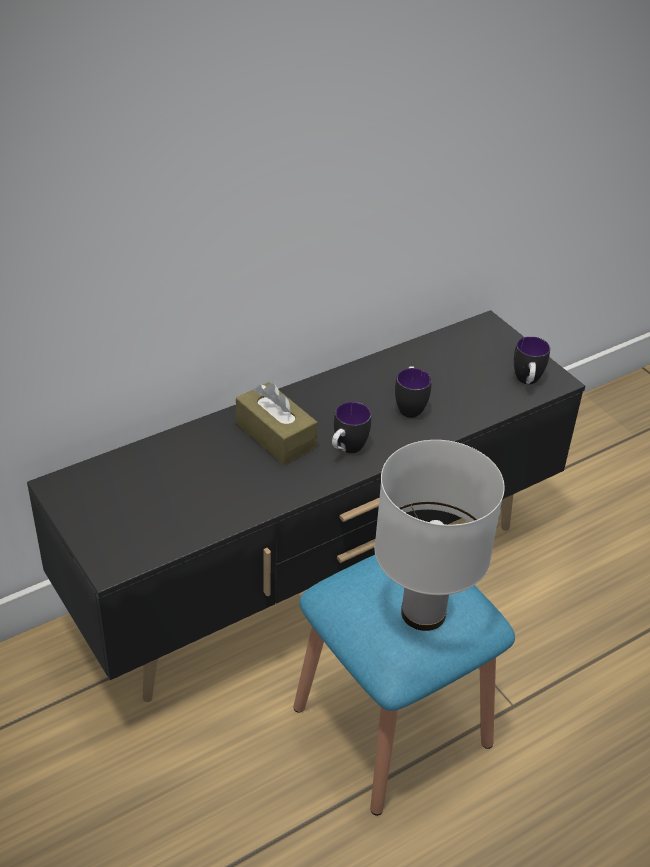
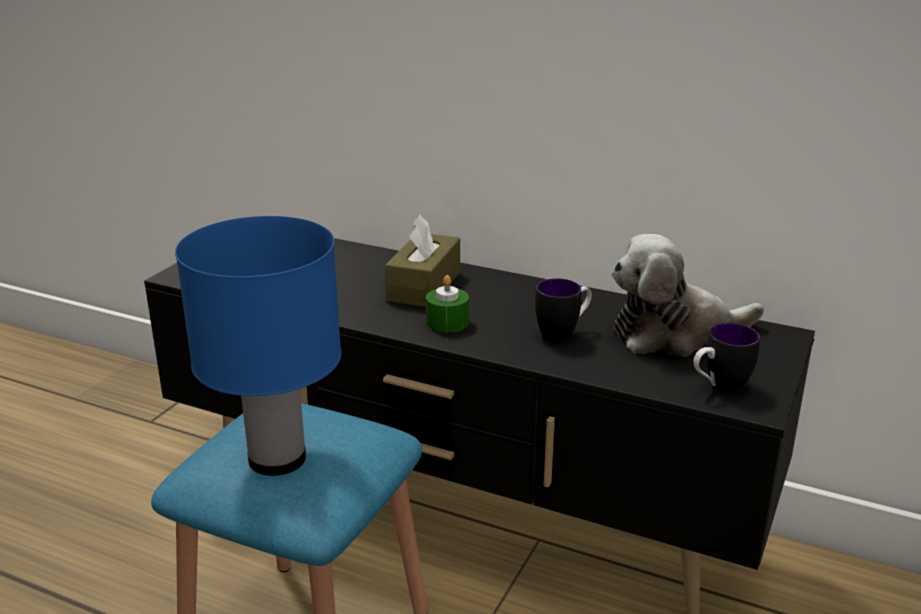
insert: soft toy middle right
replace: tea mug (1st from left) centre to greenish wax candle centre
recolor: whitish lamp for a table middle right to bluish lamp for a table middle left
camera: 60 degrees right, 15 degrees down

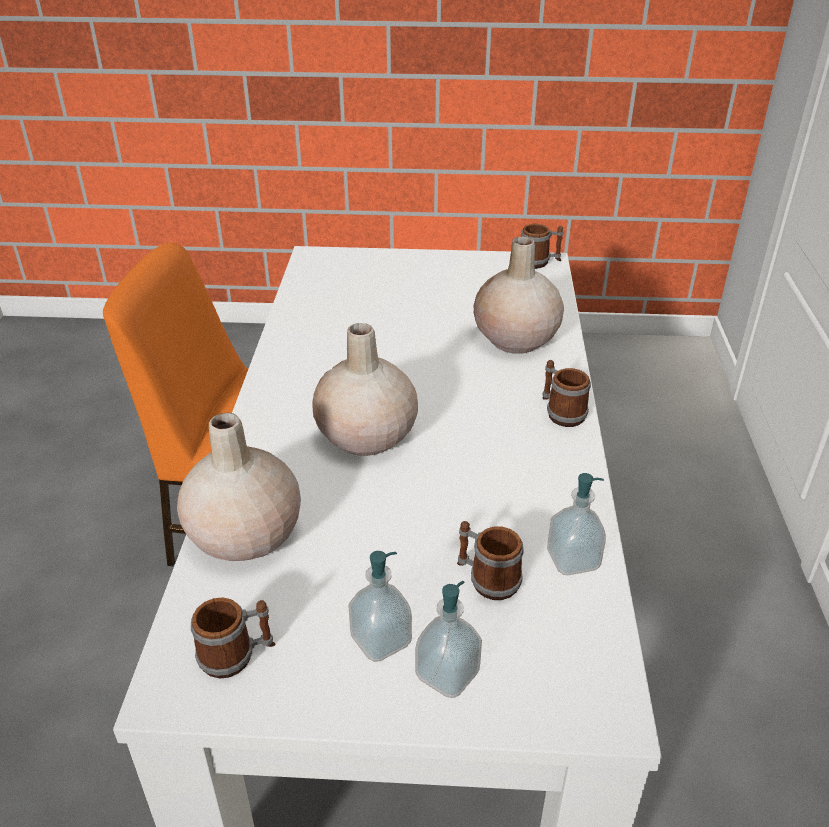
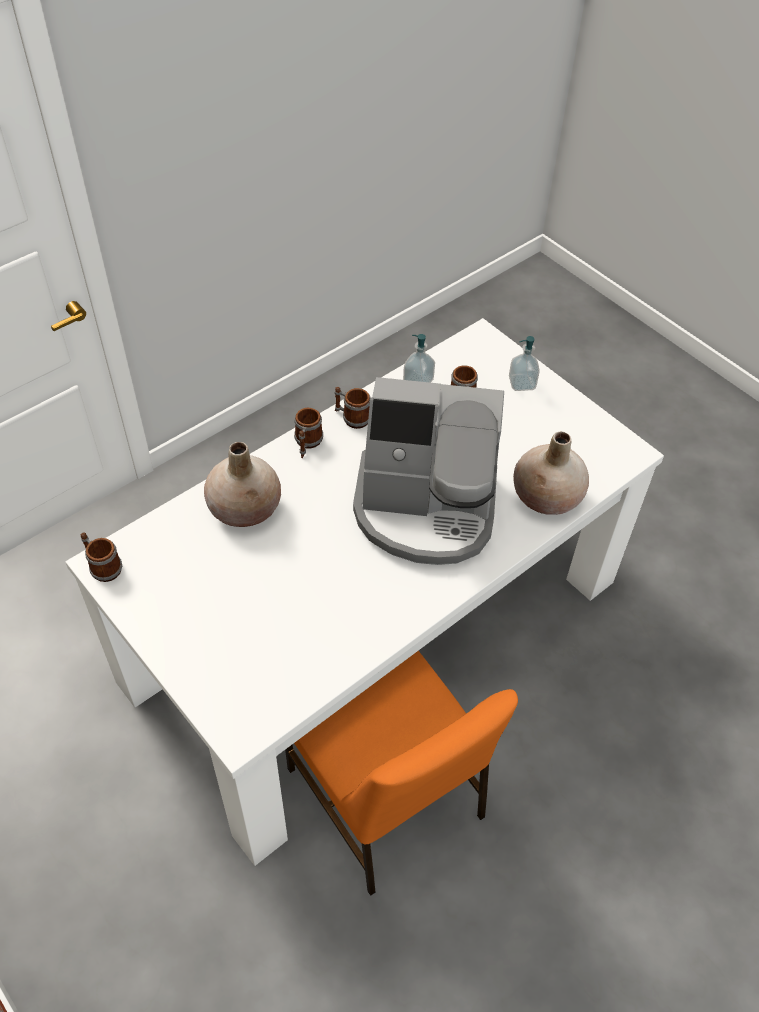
delete: soap dispenser (1st from left) bottom centre
move: tea mug (1st from left in the first image) bottom left to tea mug (3rd from left) centre
replace: beige decorative vase (2nd from left) centre to coffee machine centre
camera: 135 degrees left, 15 degrees up

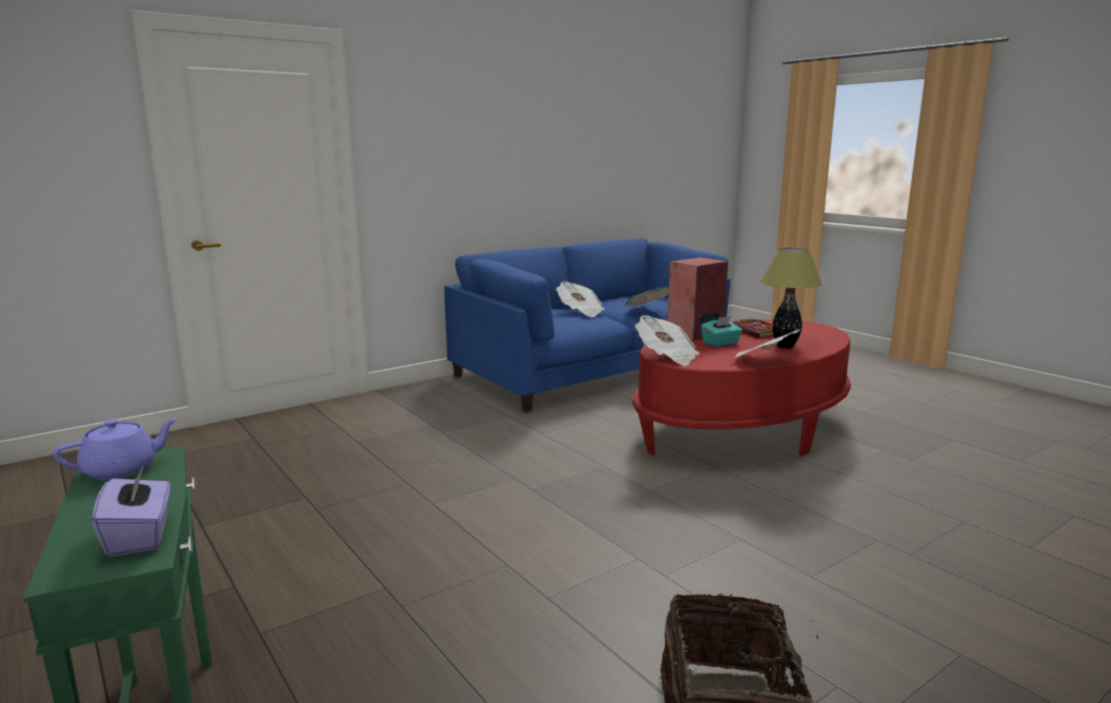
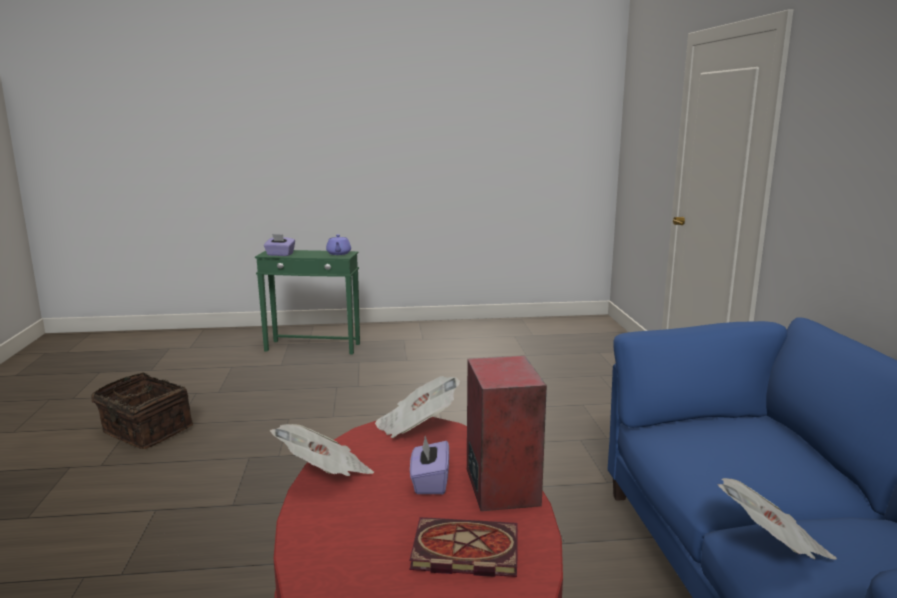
delete: newspaper (1st from left) centre; lamp for a table middle right
recolor: turquoise-coloured tissue box centre to purplish tissue box (2nd from left) bottom centre
camera: 120 degrees right, 0 degrees up

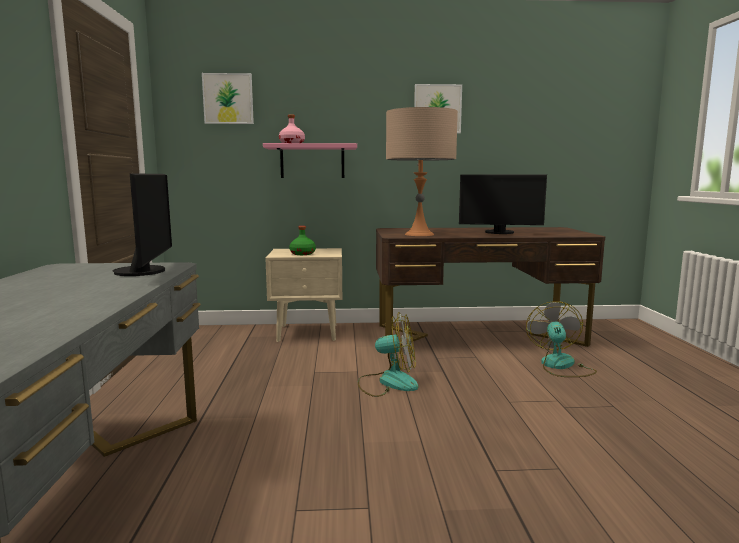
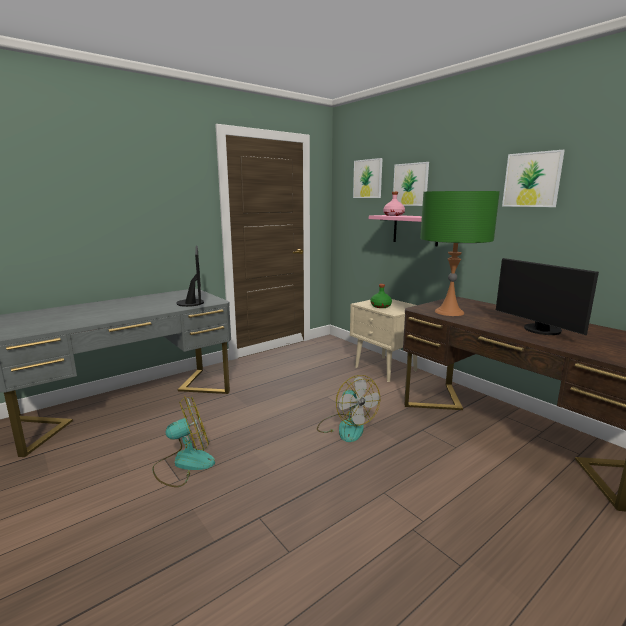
insert: wall picture (2nd from left) top centre
move: electric fan (2nd from left in the first image) middle right to electric fan (1st from left) bottom left
recolor: beige lamp for a table top centre to greenish lamp for a table middle right
rotate: computer screen (1st from left) middle left = middle left 60 degrees counterclockwise
camera: 55 degrees right, 5 degrees up

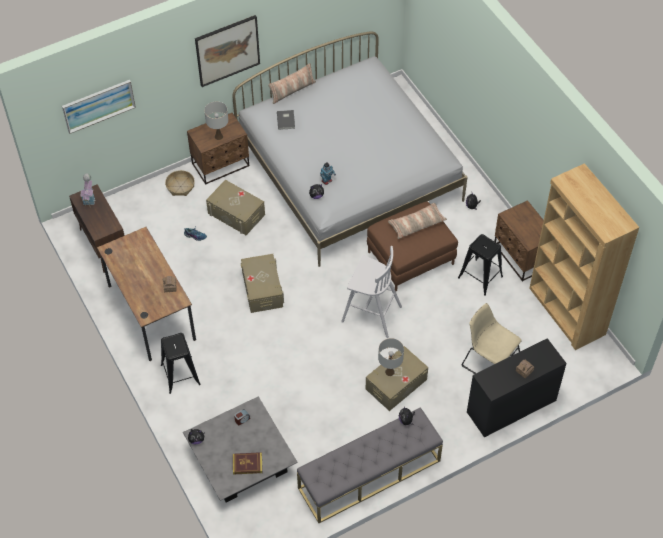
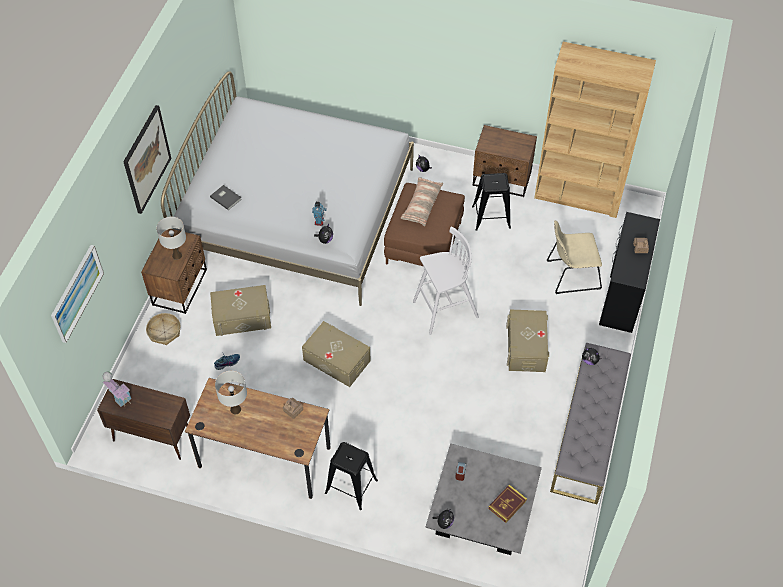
delete: cushion (1st from left) top centre
move: whitish lamp for a table (2nd from left) centre to bottom left
camera: 45 degrees left, 0 degrees up

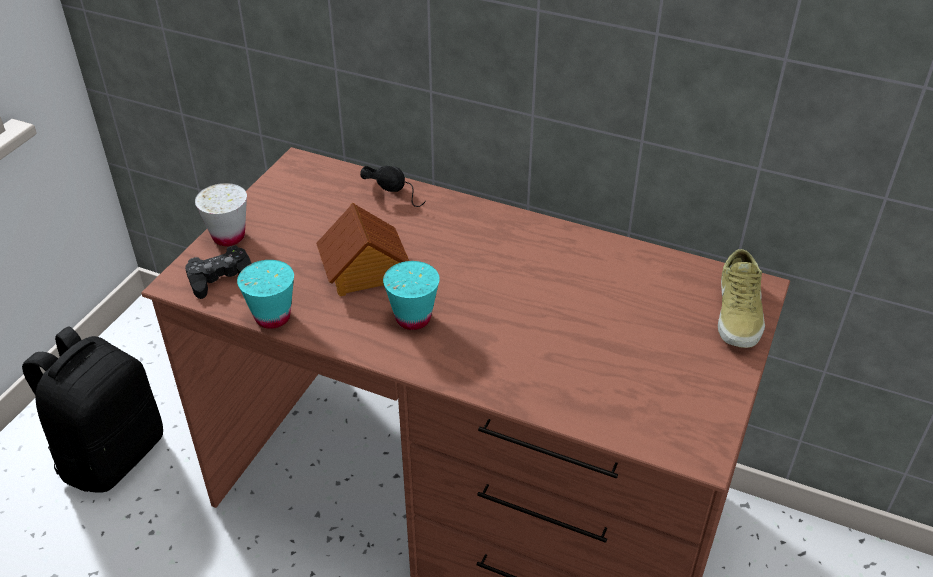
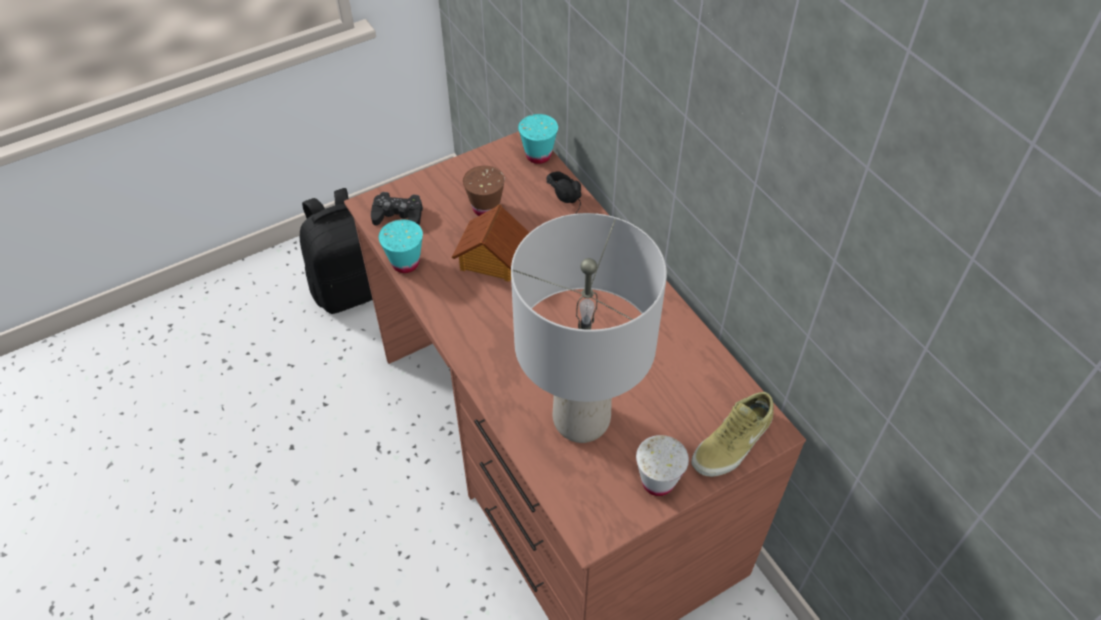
insert: brown-coloured drinking cup top centre; greyish lamp for a table centre
move: whitish drinking cup middle left to bottom centre; turquoise-coloured drinking cup (2nd from left) centre to top centre
camera: 35 degrees right, 10 degrees up

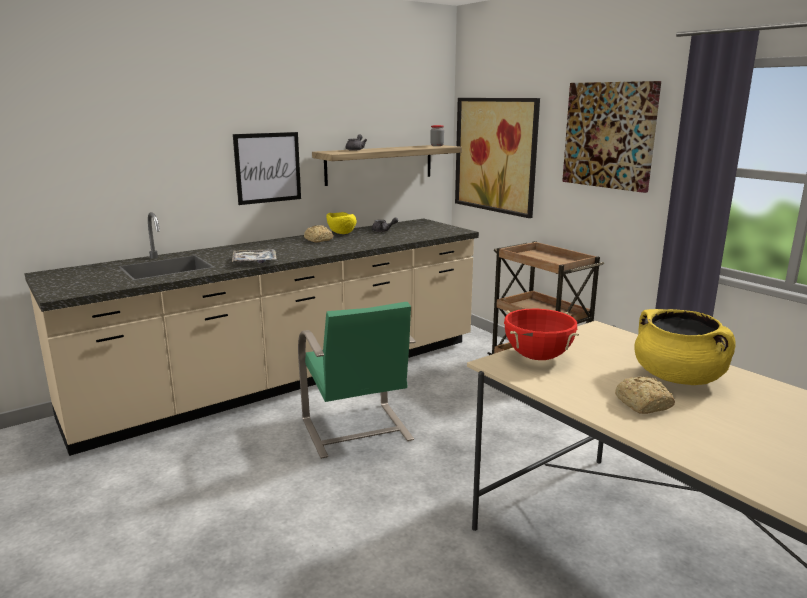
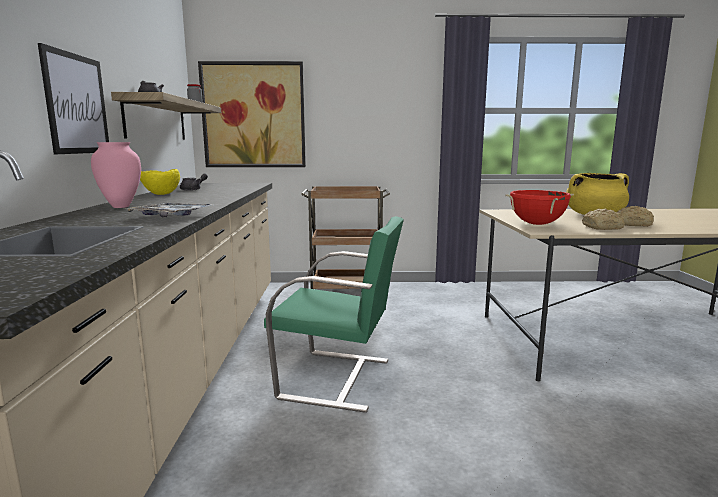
delete: wall picture (3rd from left) top right
insert: pink decorative vase middle left
move: bread (1st from left) centre to middle right
camera: 55 degrees left, 5 degrees down

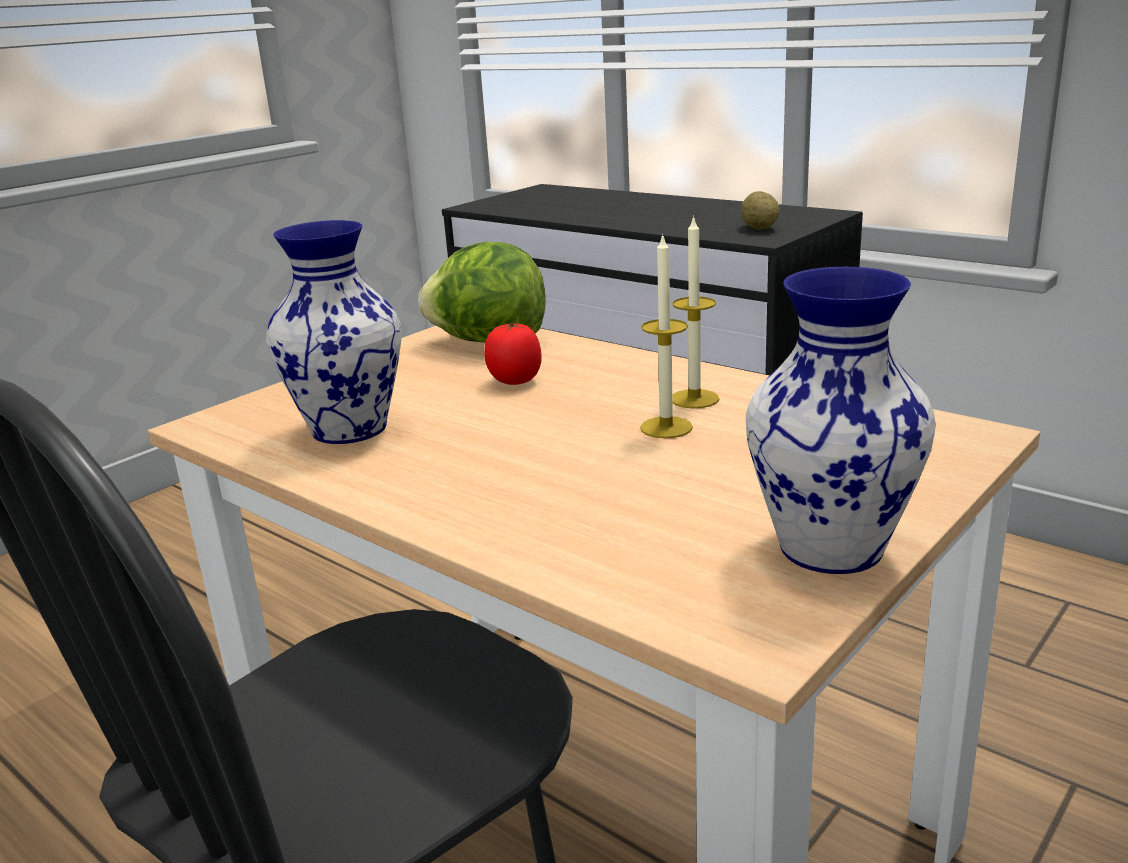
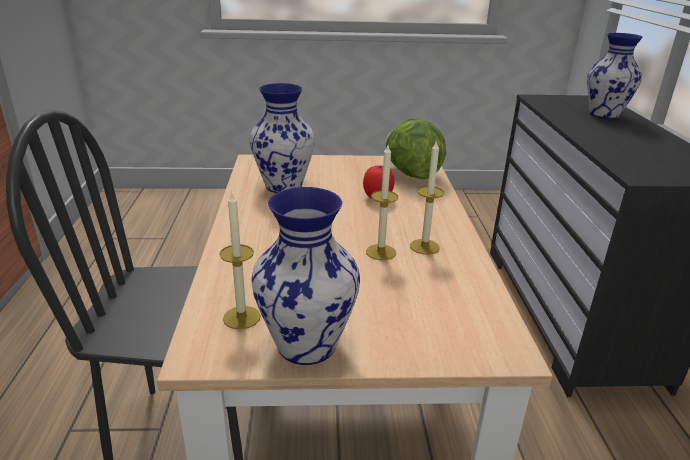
delete: whole potato top right
insert: wax candle (1st from left) centre; decorative vase (3rd from left) top right
camera: 45 degrees right, 5 degrees up

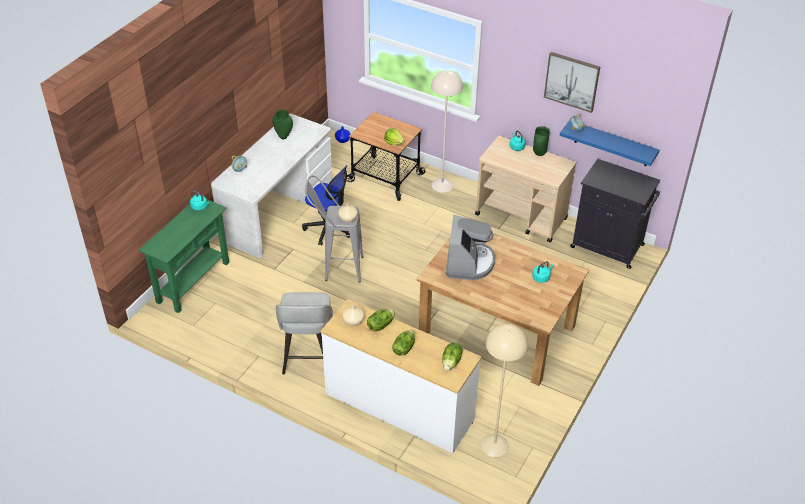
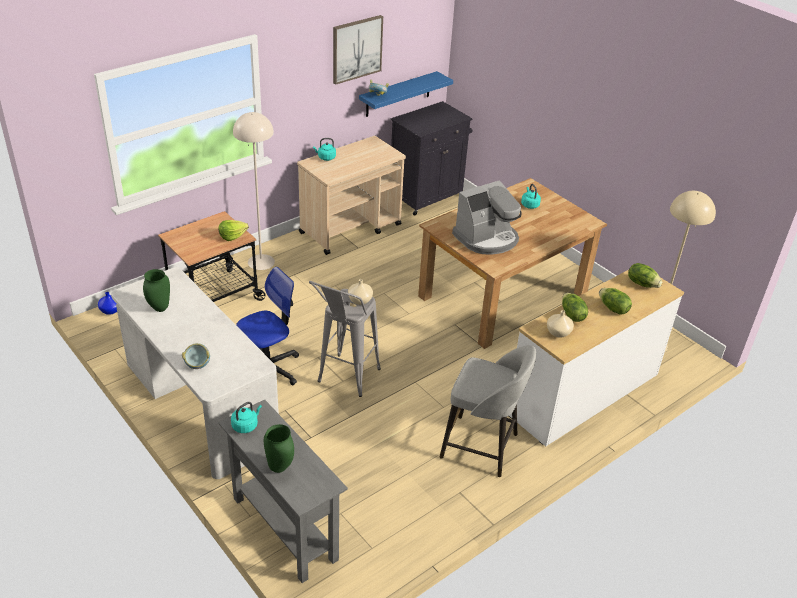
move: greenish decorative vase (2nd from left) top right to bottom centre
recolor: greenish console table middle left to greyish console table bottom centre
rotate: coffee machine centre = centre 120 degrees clockwise
camera: 70 degrees left, 5 degrees down

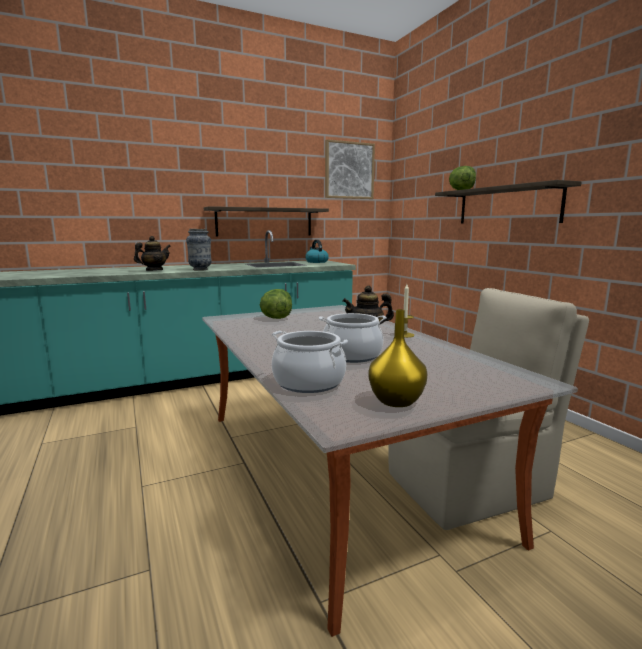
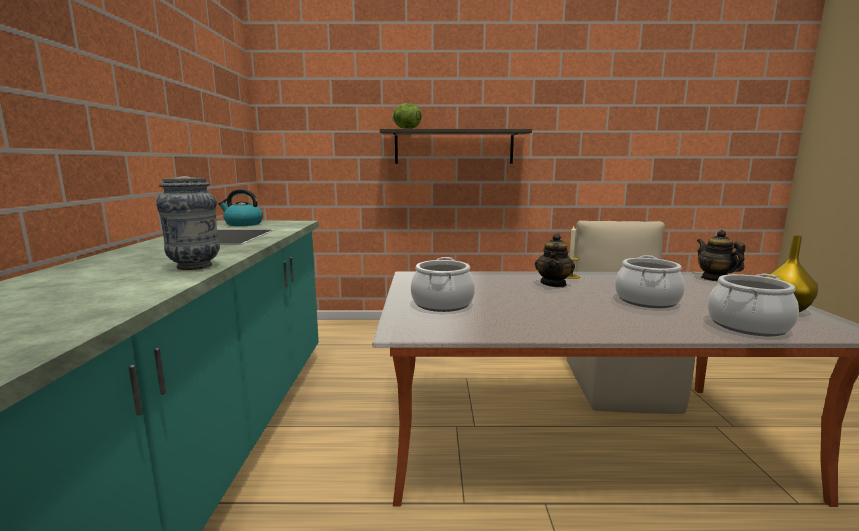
delete: wall shelf (1st from left) centre; wall picture top centre
move: teapot (1st from left in the first image) middle left to teapot (2nd from left) middle right
replace: lettuce head (1st from left) centre to stockpot (1st from left) centre
camera: 65 degrees left, 0 degrees up

